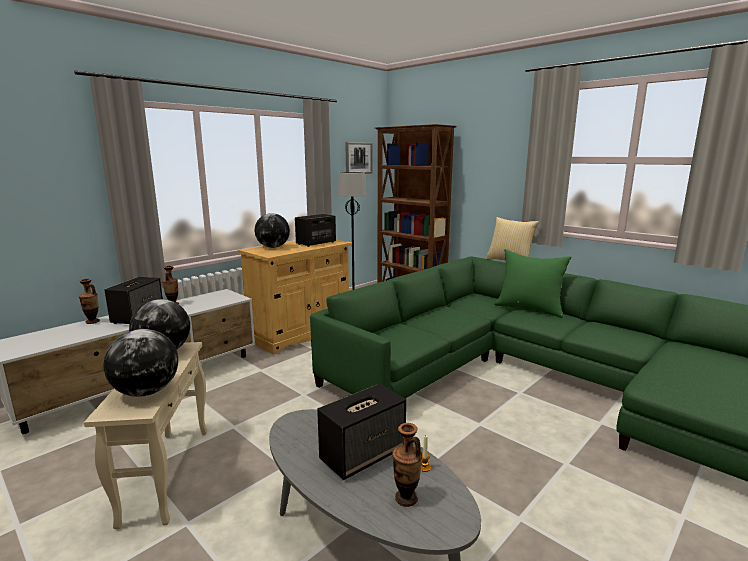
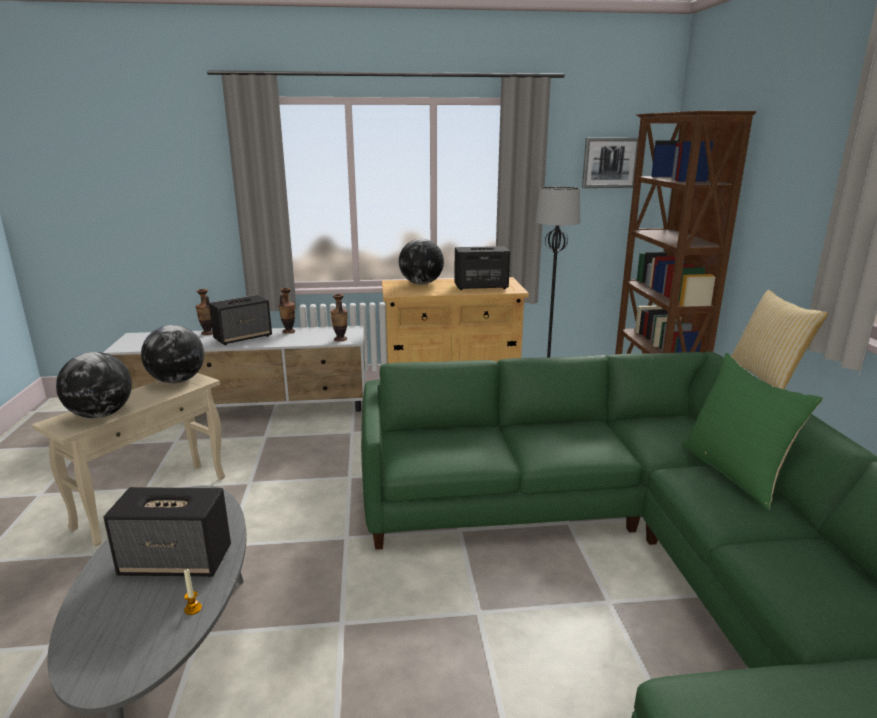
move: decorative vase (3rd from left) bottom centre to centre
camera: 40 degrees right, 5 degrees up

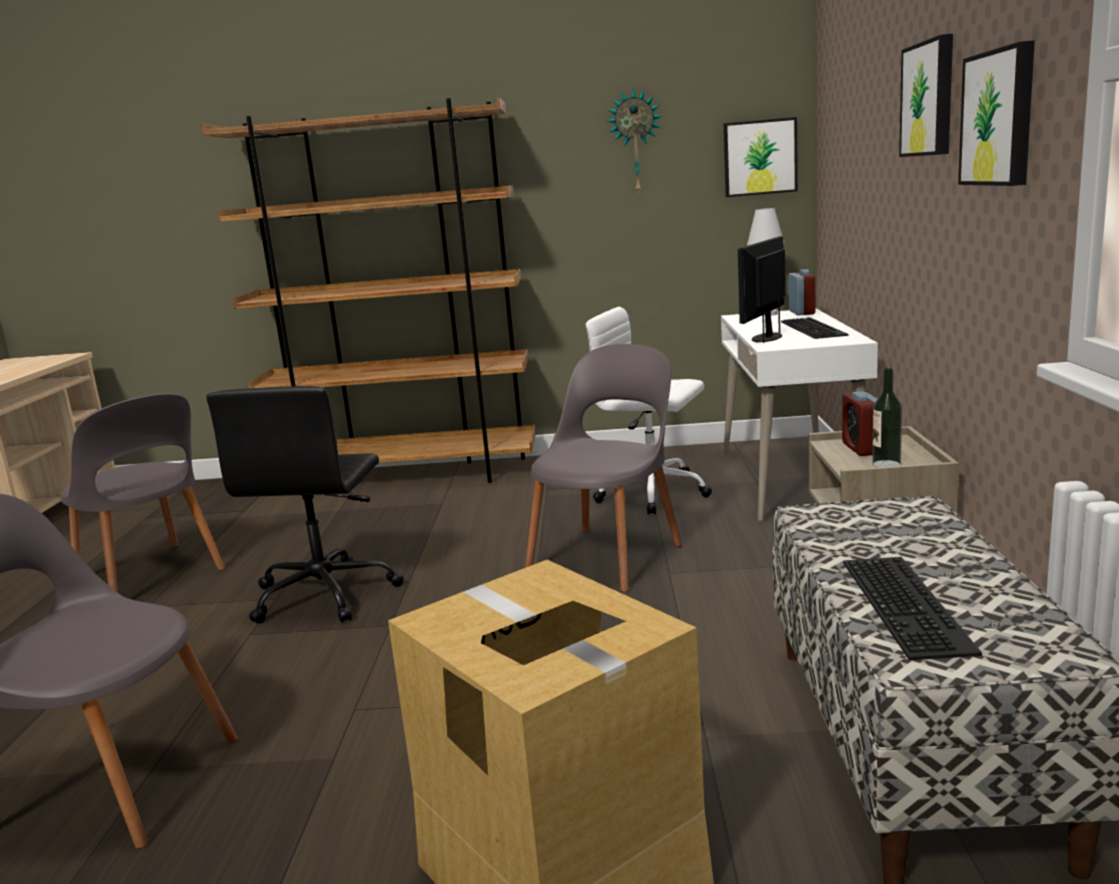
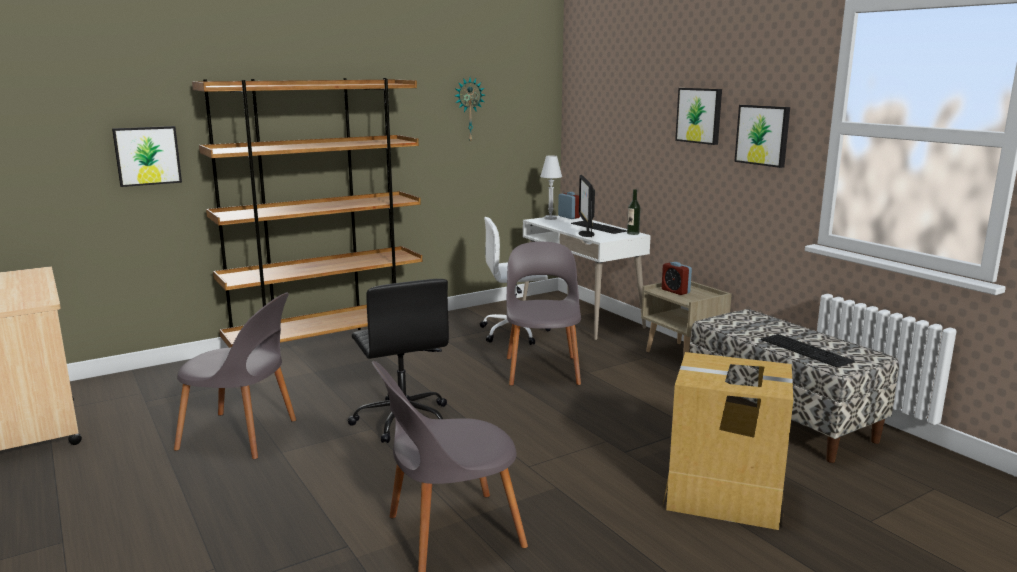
move: wall picture (1st from left) top right to top left; bottle middle right to centre
camera: 35 degrees left, 0 degrees up

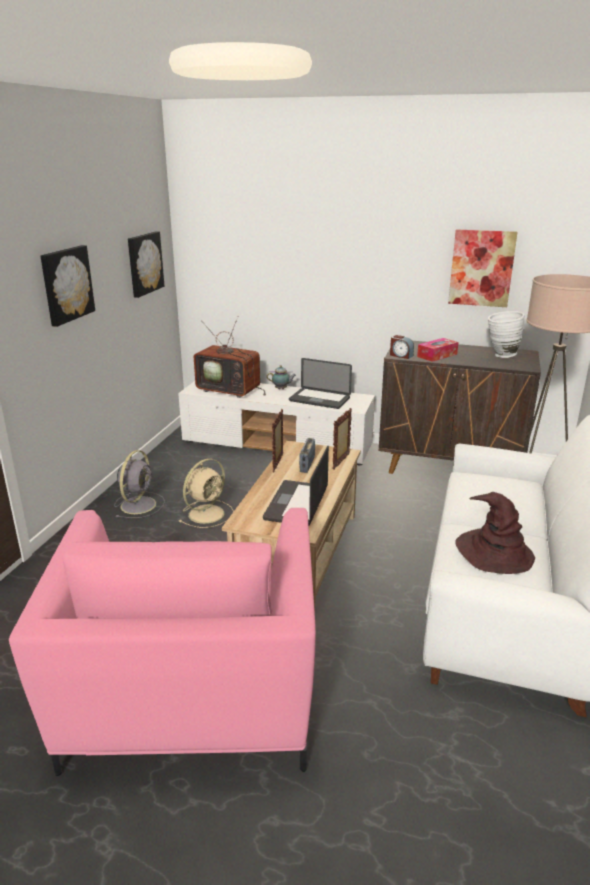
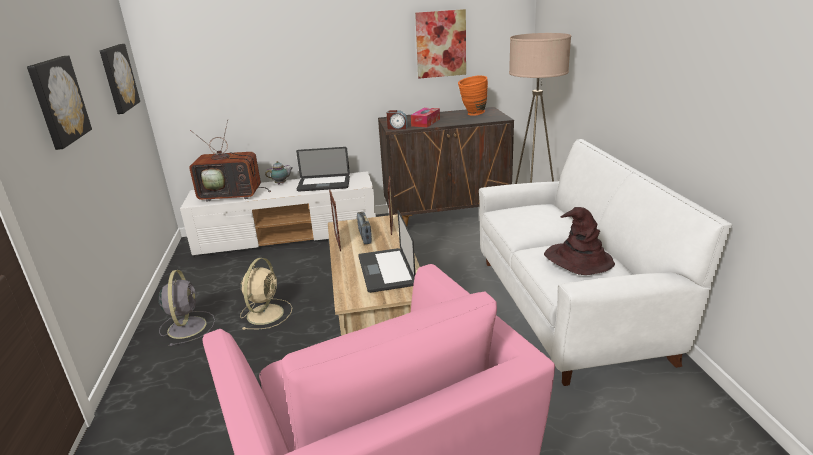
recolor: whitish decorative vase middle right to orangey decorative vase top centre
camera: 25 degrees left, 0 degrees up

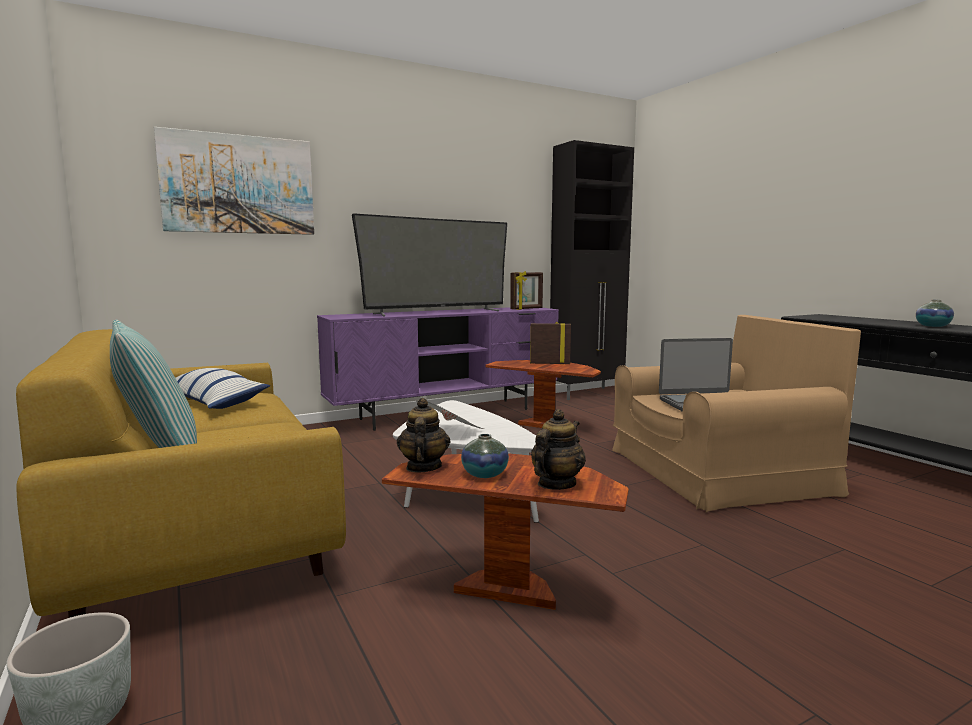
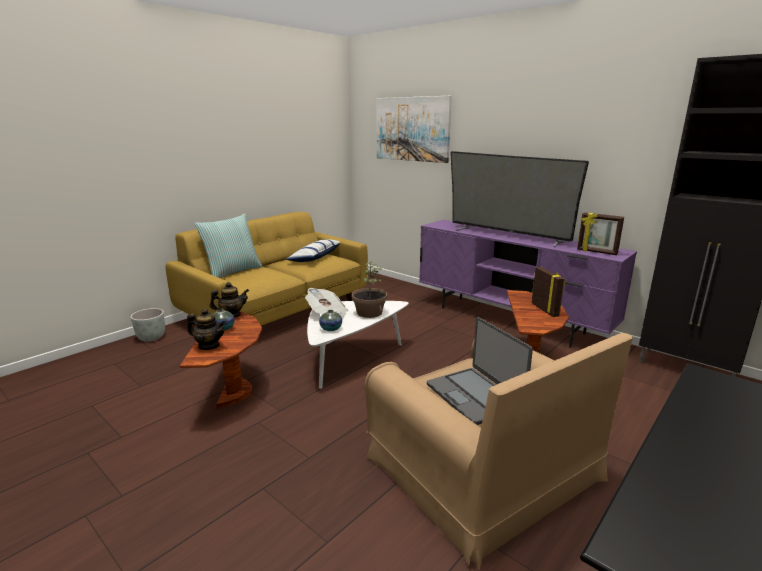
insert: houseplant centre
move: decorative vase (2nd from left) middle right to centre
camera: 70 degrees right, 10 degrees up

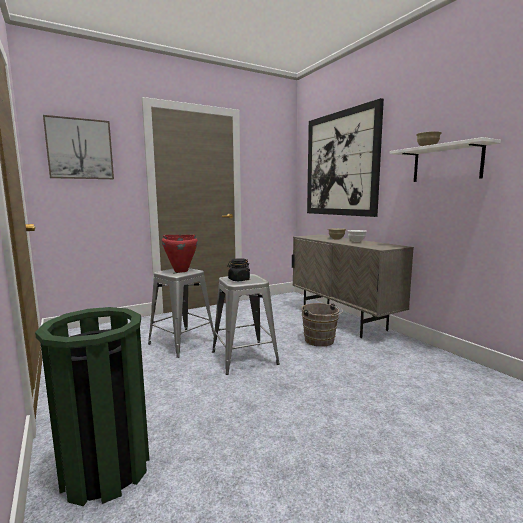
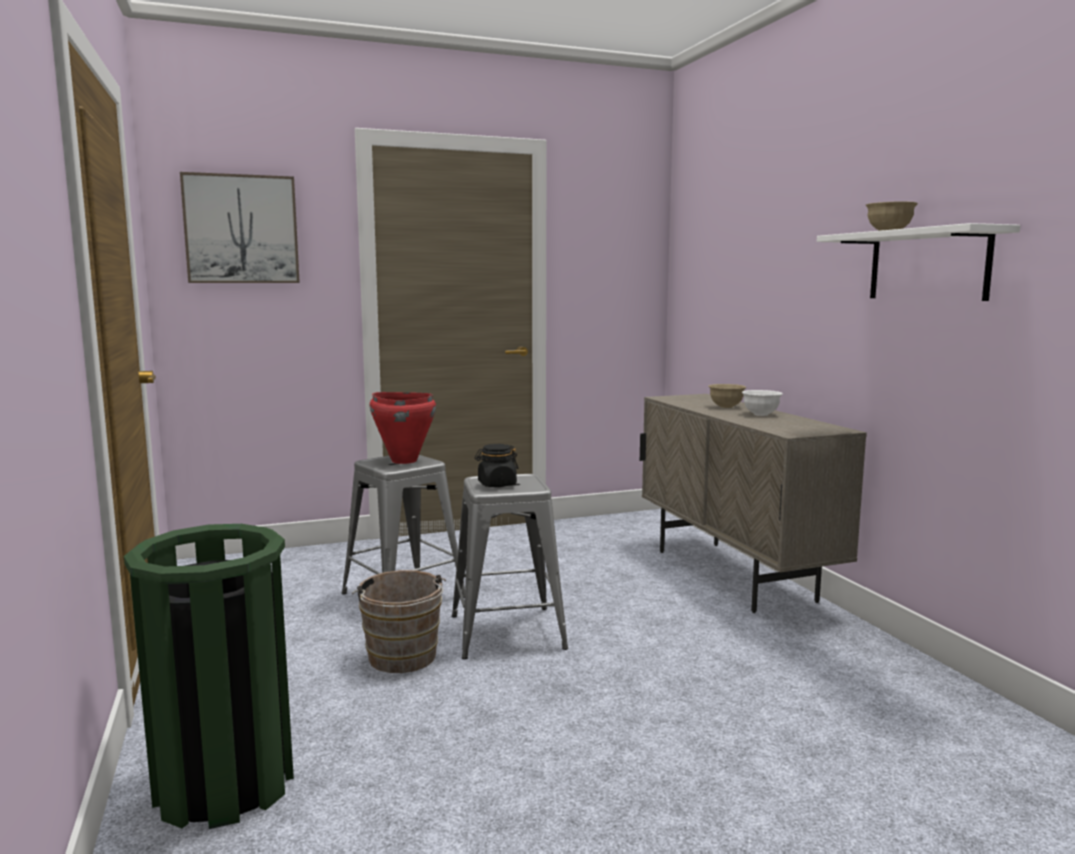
delete: wall picture (2nd from left) top centre
move: brown-coloured water bucket centre to bottom centre
camera: 10 degrees right, 0 degrees up

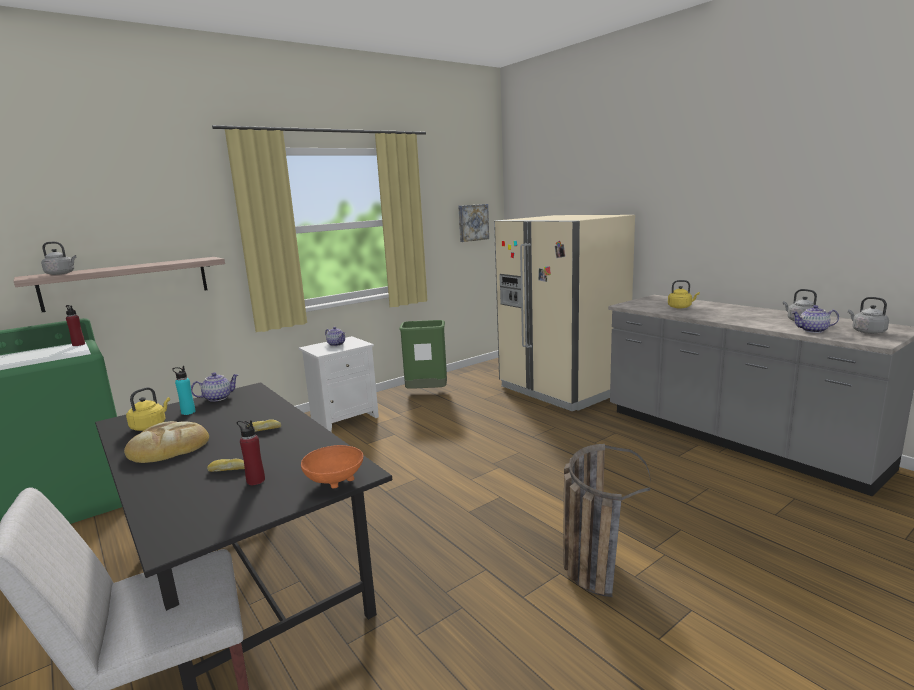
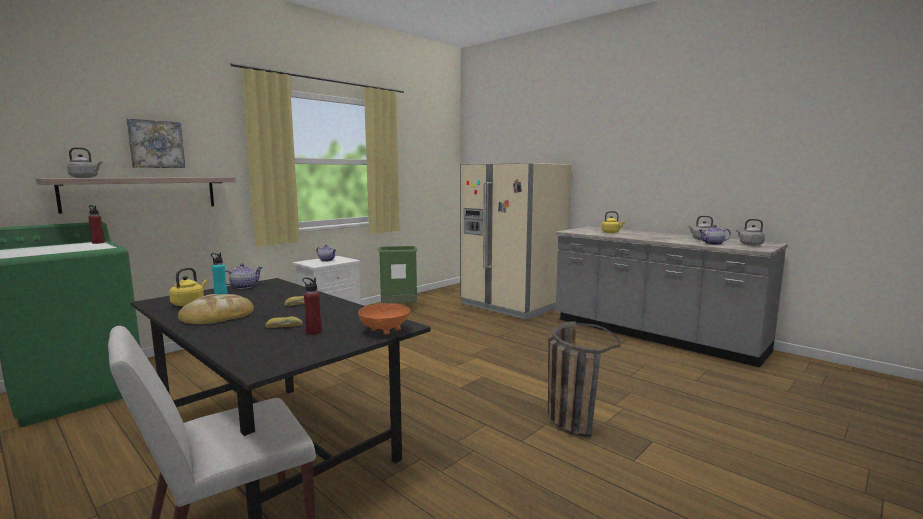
move: wall picture top centre to top left
camera: 10 degrees left, 5 degrees down

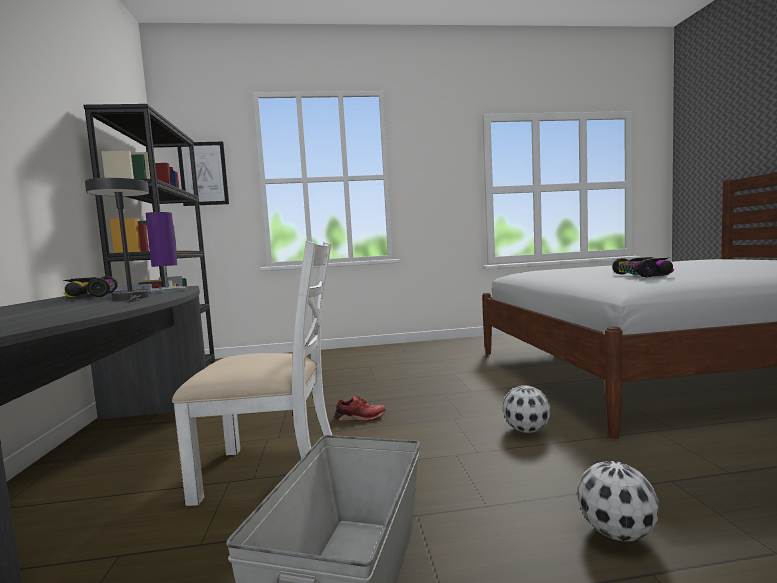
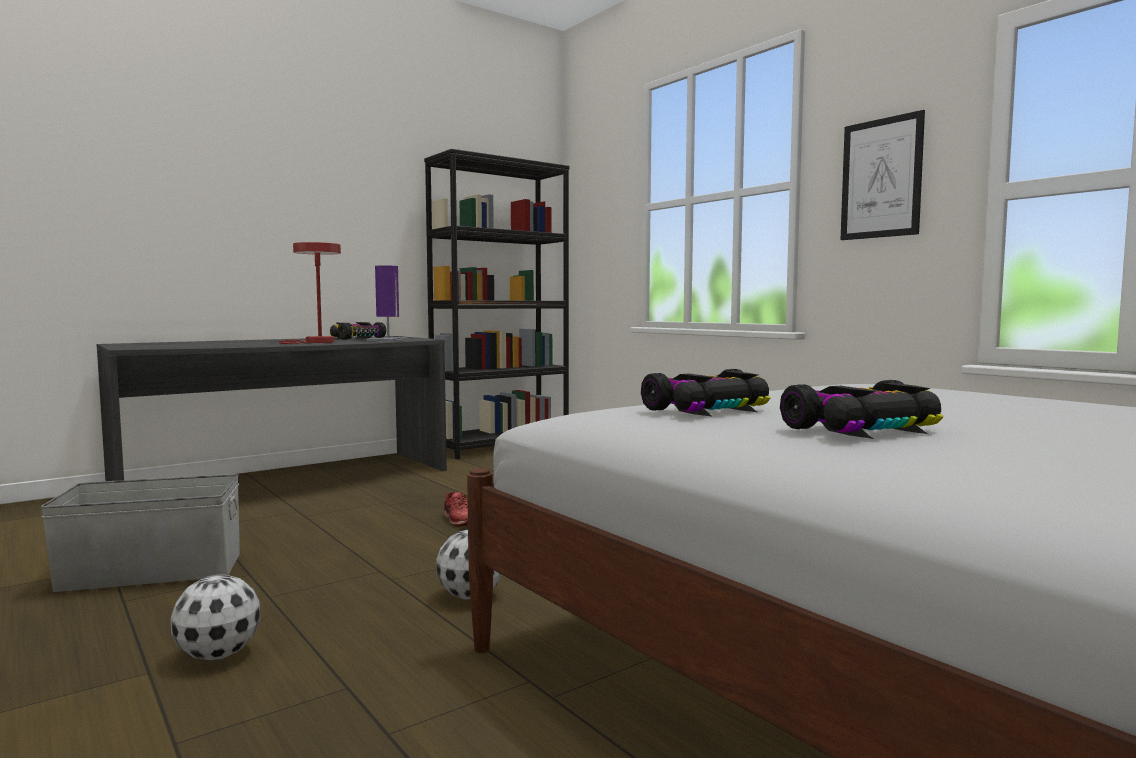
delete: whitish plain chair middle left
insert: toy car (3rd from left) middle right
move: wall picture top left to top right
recolor: greyish lamp for a table middle left to red-coloured lamp for a table middle left
camera: 60 degrees right, 0 degrees up

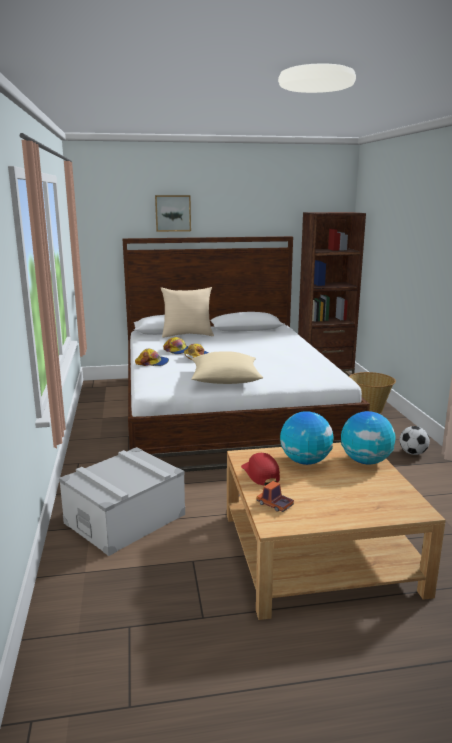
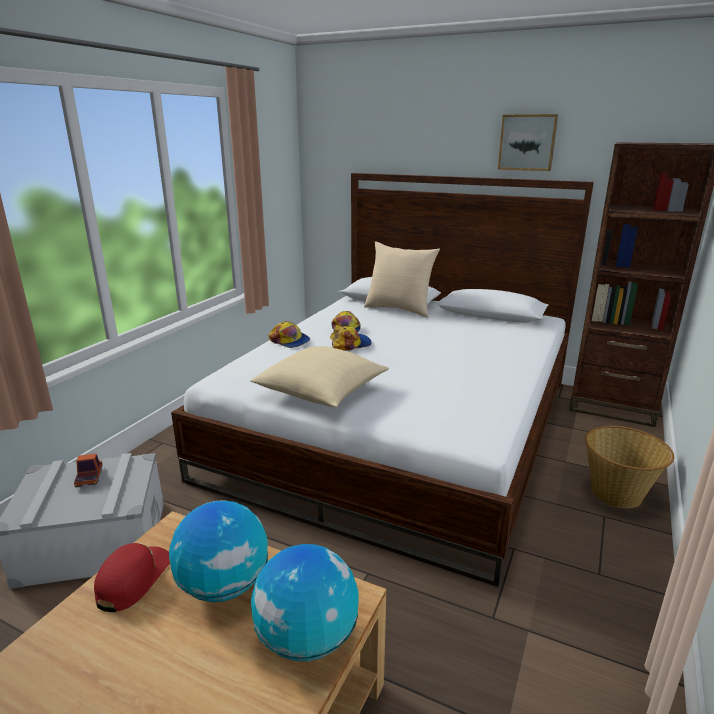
delete: football ball middle right
move: wall picture top centre to top right; toy lorry bottom centre to middle left
camera: 35 degrees right, 5 degrees up

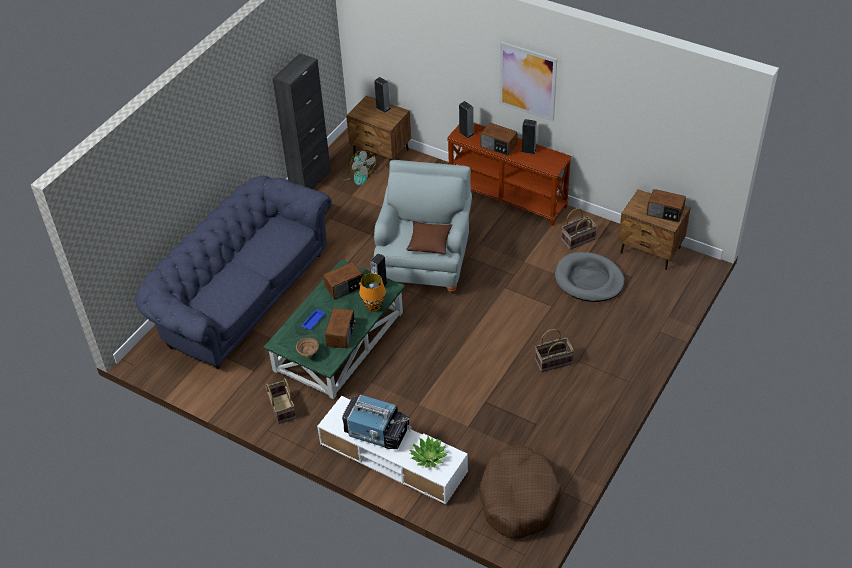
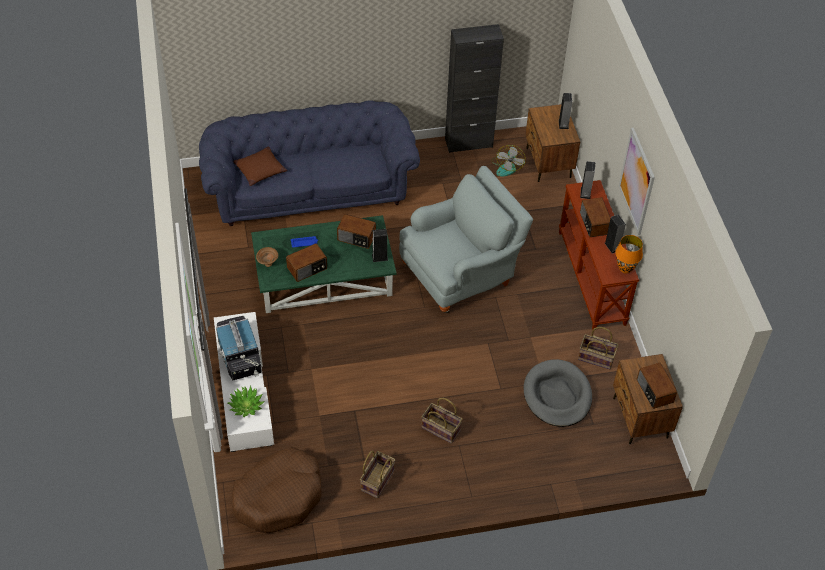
move: basket (1st from left) bottom left to bottom centre; orangey lamp for a table centre to middle right; brown-coloured cushion centre to top left
camera: 45 degrees right, 5 degrees up

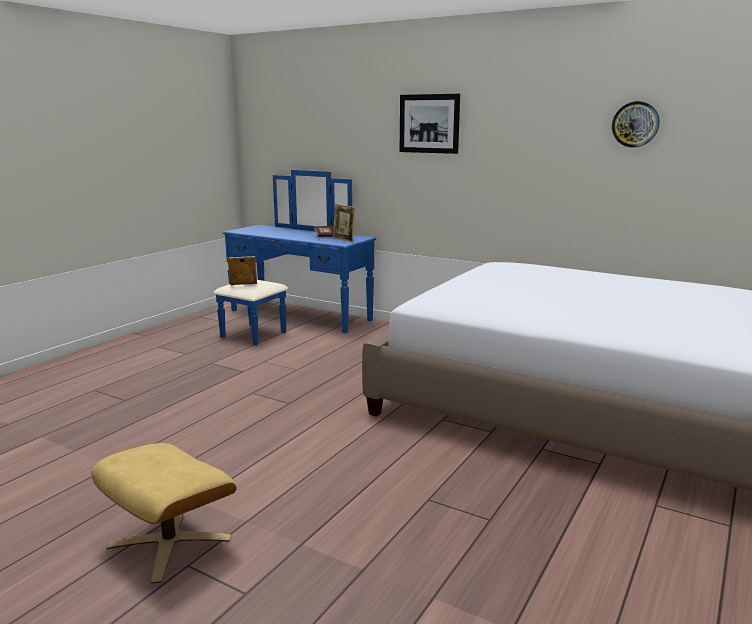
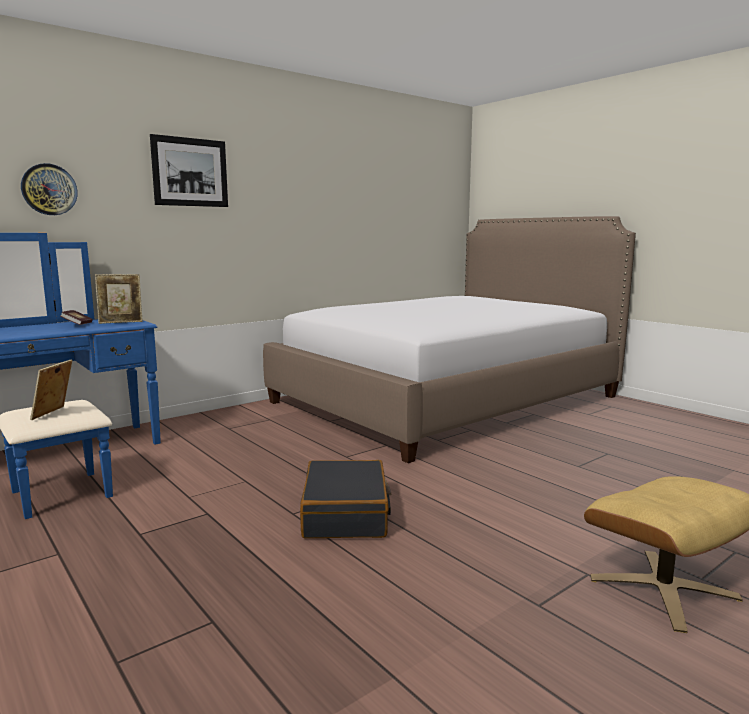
insert: blackish suitcase bottom centre
move: hanging clock top right to top left
camera: 70 degrees left, 5 degrees down

